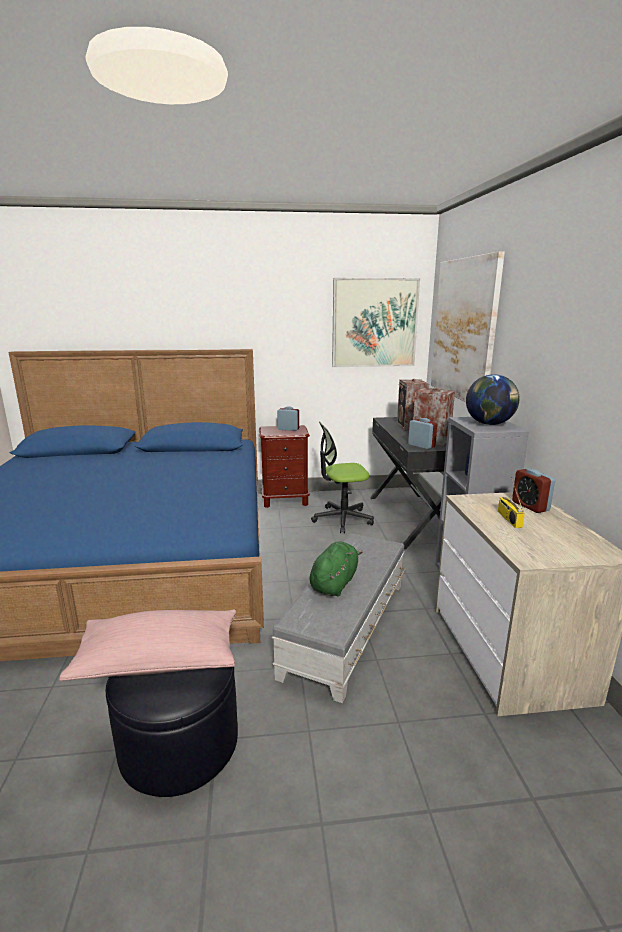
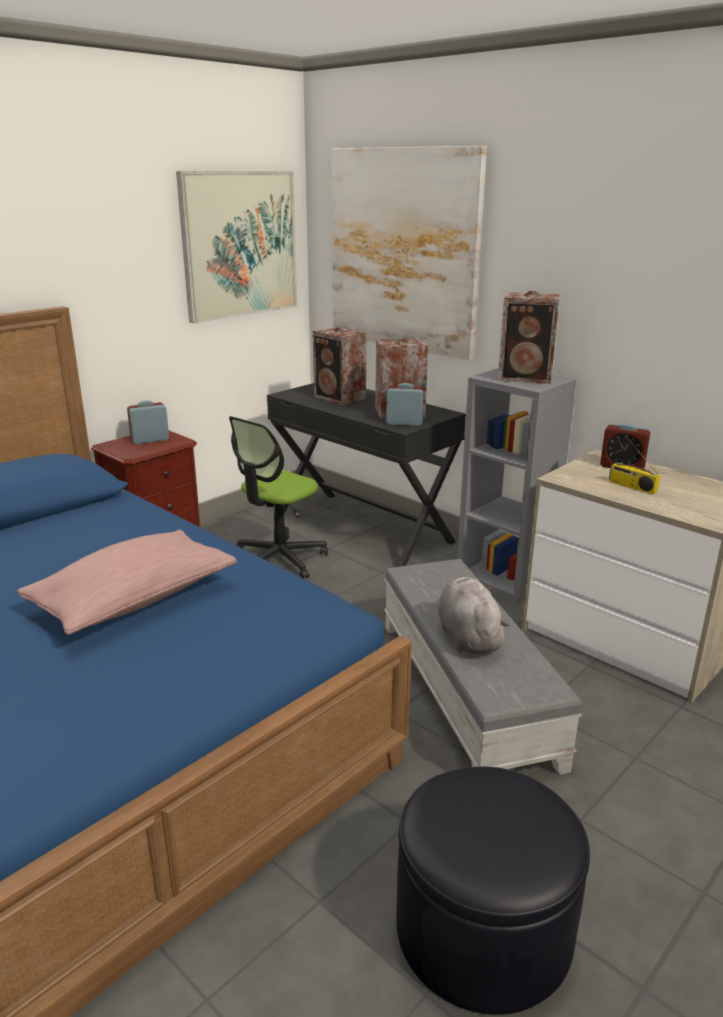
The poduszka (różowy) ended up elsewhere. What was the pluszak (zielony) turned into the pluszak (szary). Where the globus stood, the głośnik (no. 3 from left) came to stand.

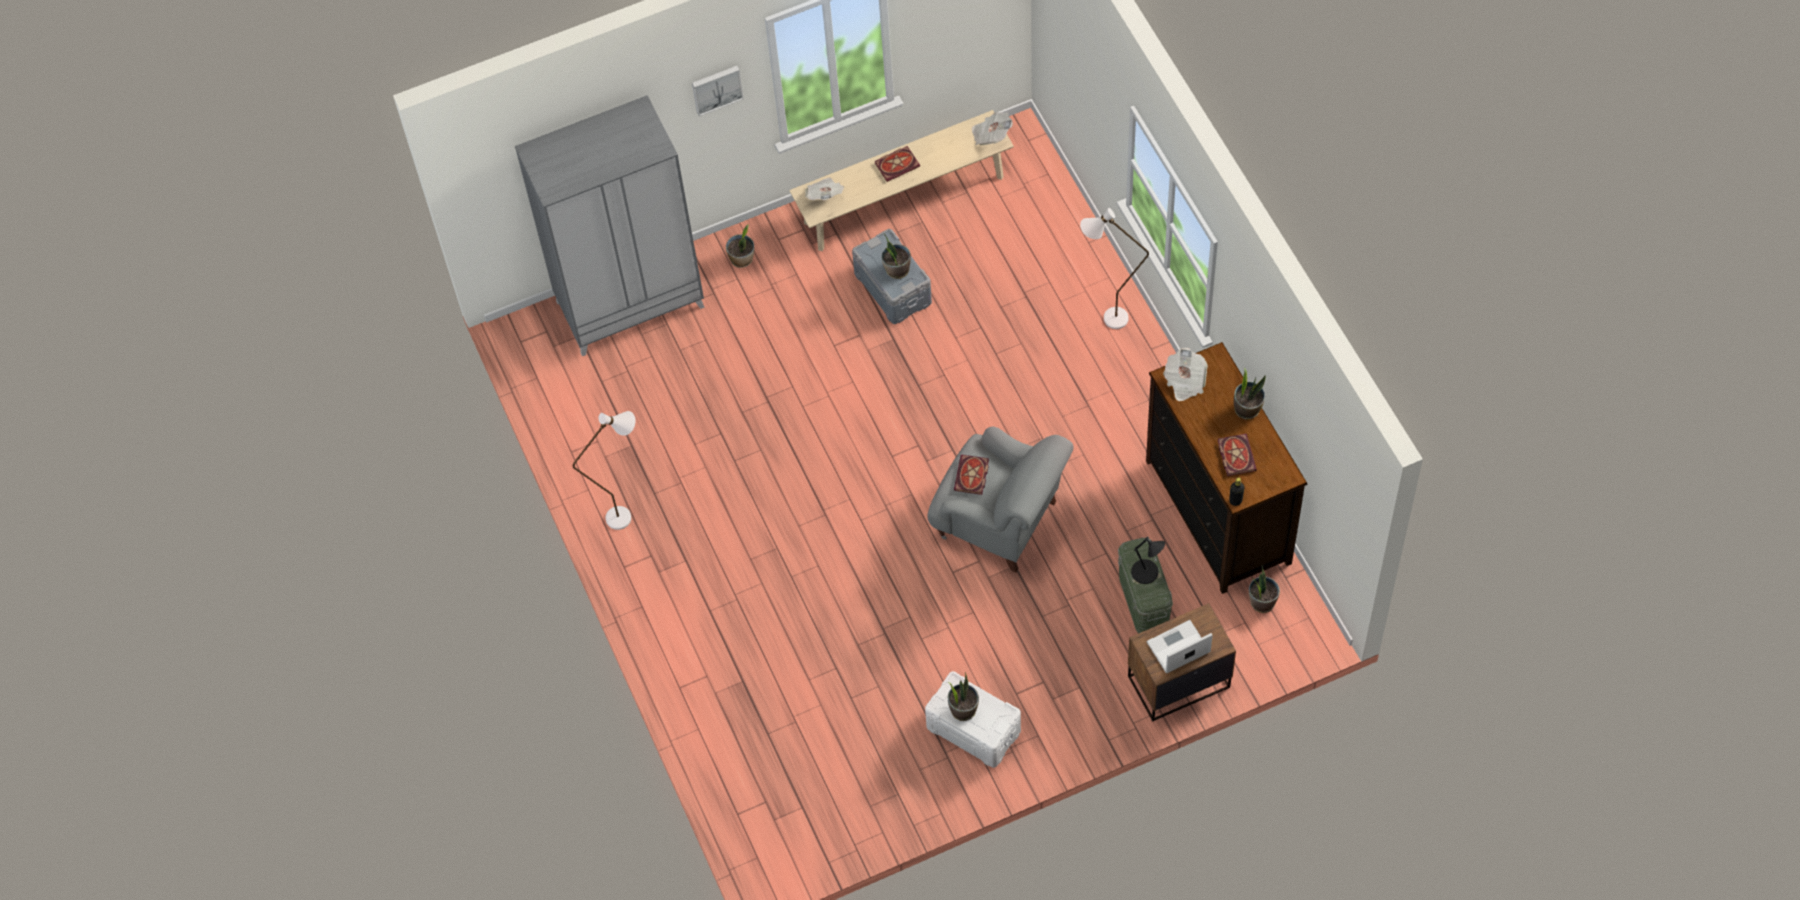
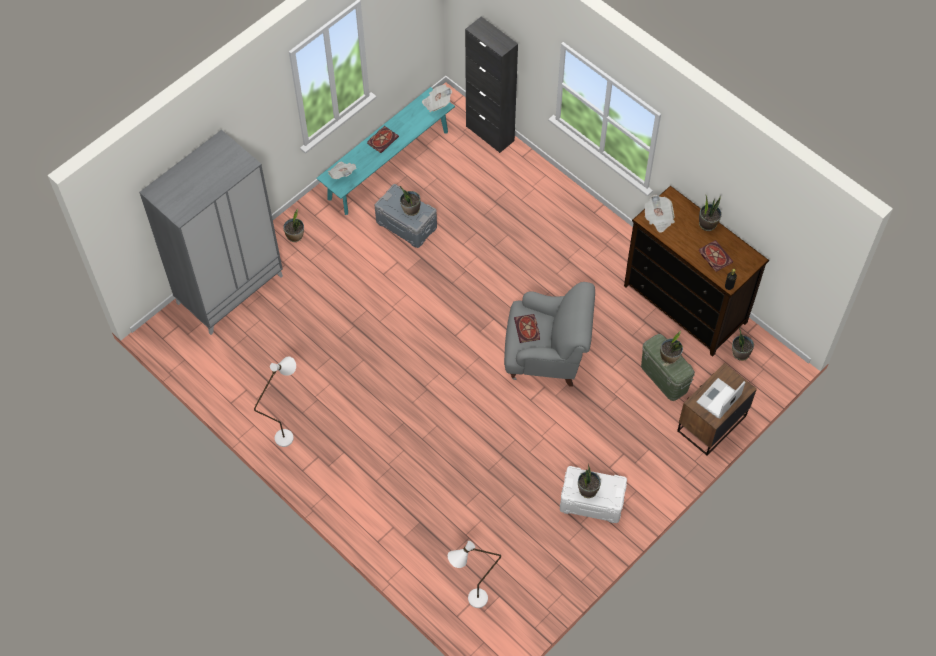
The second view lost the obraz. What was the ławka (beżowy) turned into the ławka (turkusowy). The lampa stojąca (biały) (no. 2 from left) ended up elsewhere. Where the lampa stołowa (czarny) stood, the roślina doniczkowa (no. 4 from left) came to stand. The second view gained the szafka (czarny).

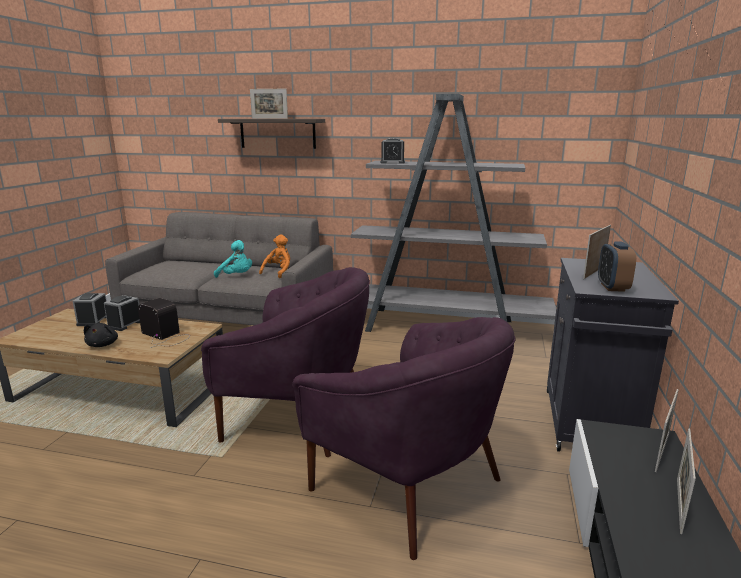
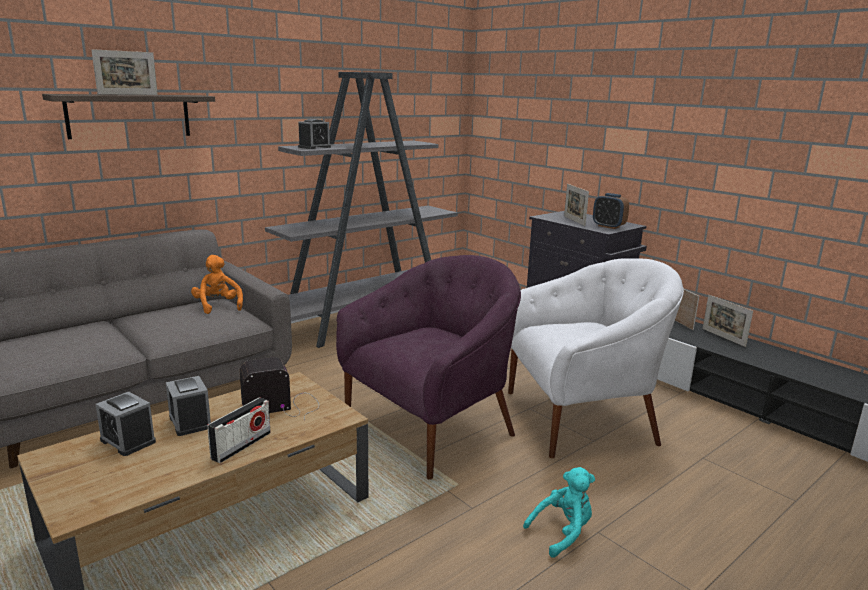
Where the pluszak (czarny) stood, the radio (no. 1 from left) came to stand. The pluszak (turkusowy) ended up elsewhere. What was the fotel (fioletowy) (no. 2 from left) turned into the fotel (biały).

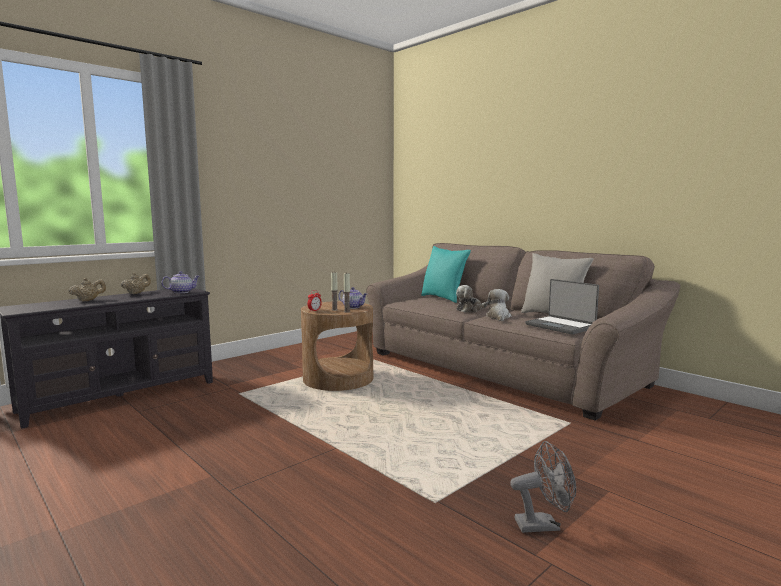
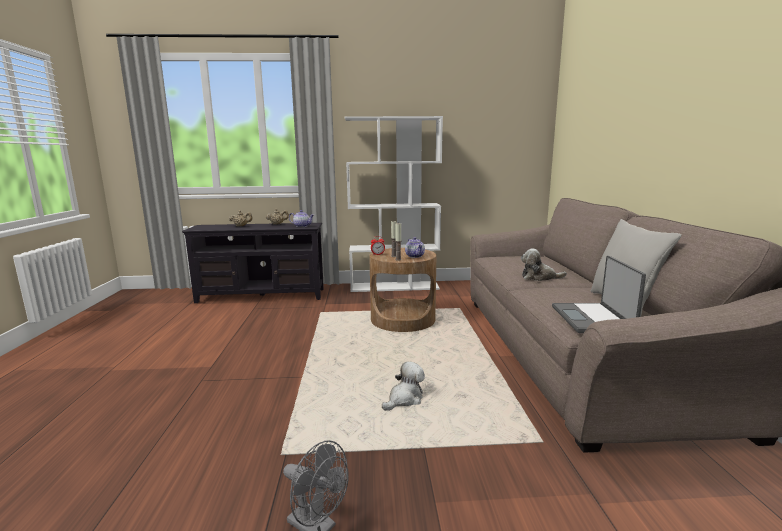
The second view lost the poduszka (turkusowy). The pluszak (no. 2 from left in the first image) ended up elsewhere. The second view gained the regał (biały).

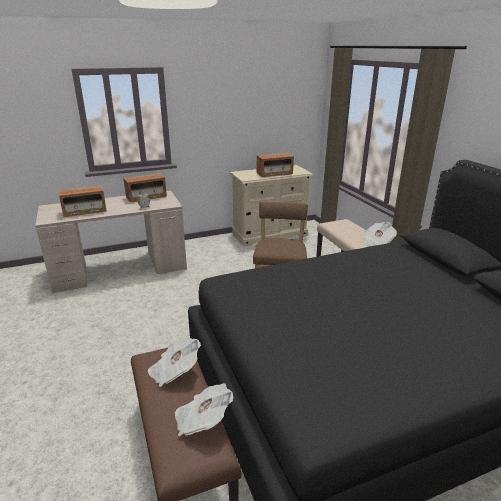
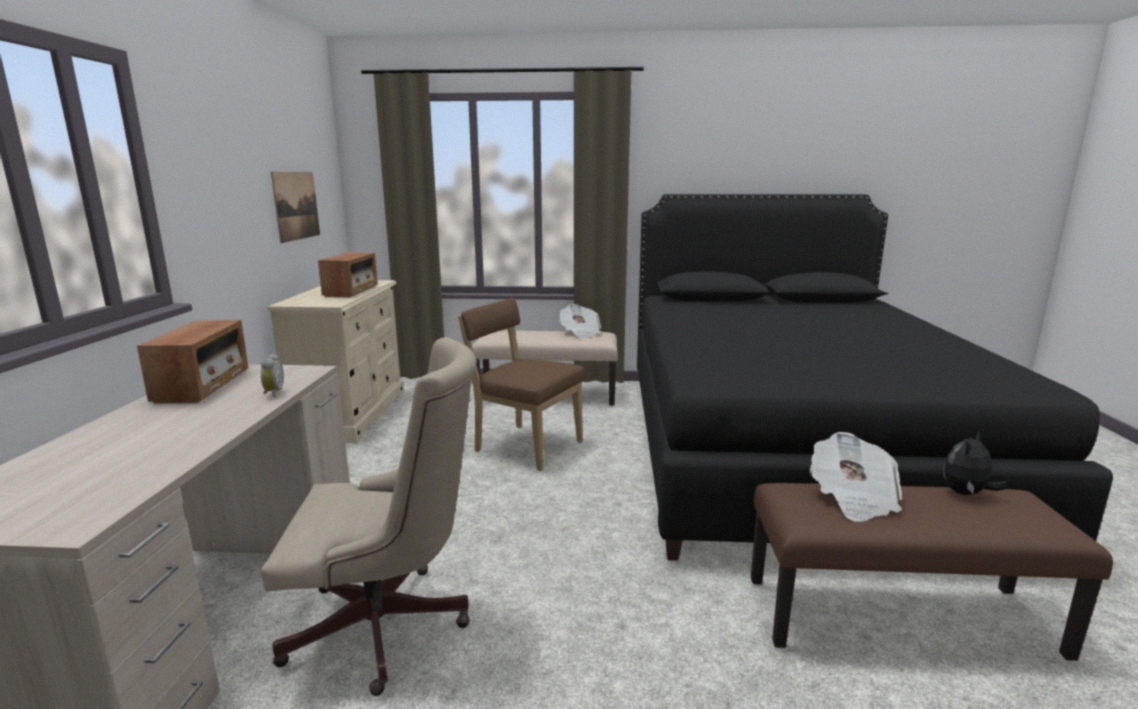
The second view lost the radio (no. 1 from left). Where the gazeta (no. 2 from left) stood, the pluszak came to stand. The second view gained the krzesło biurowe (beżowy). The second view gained the obraz.

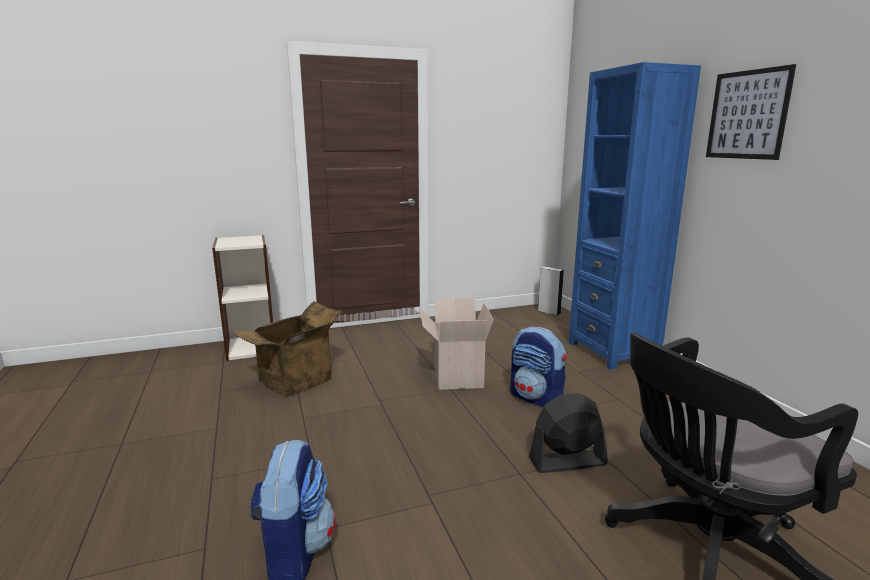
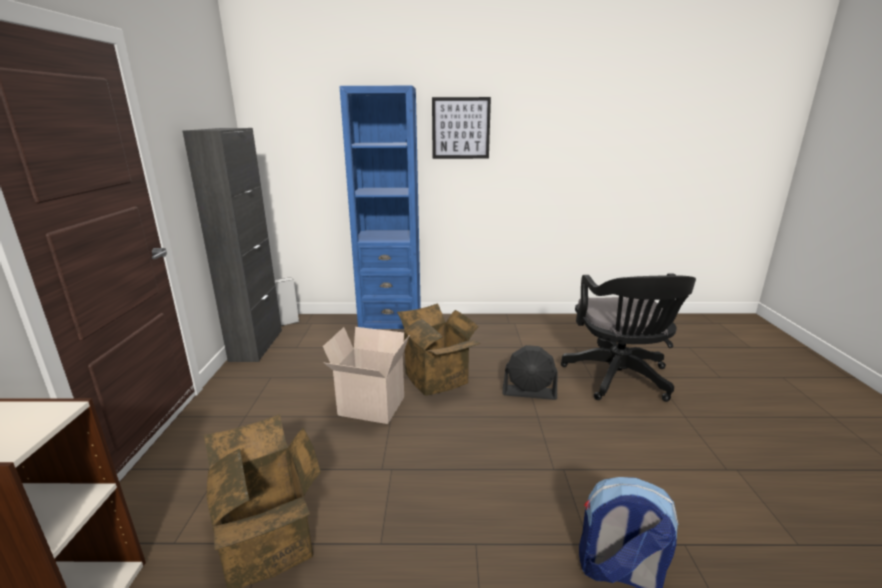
Where the plecak (no. 2 from left) stood, the karton (no. 3 from left) came to stand. The wentylator (czarny) ended up facing another way, 90 degrees counterclockwise from before. The second view gained the szafka (czarny).

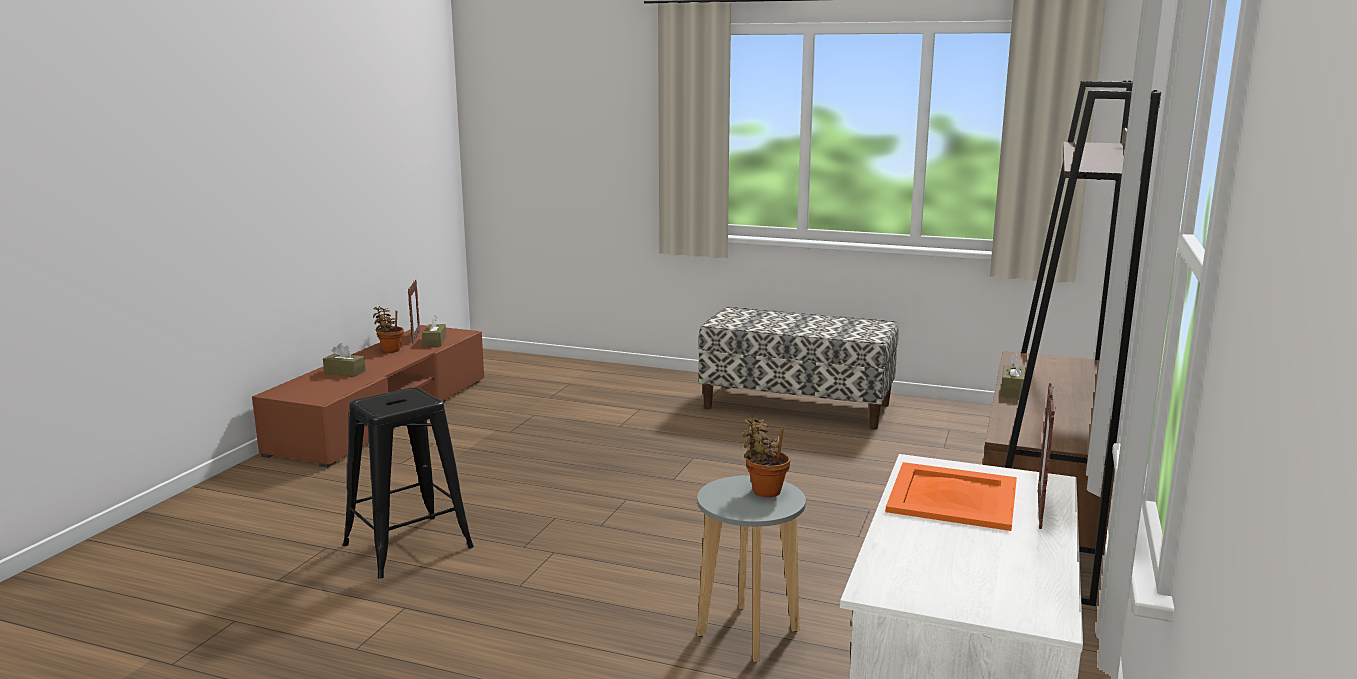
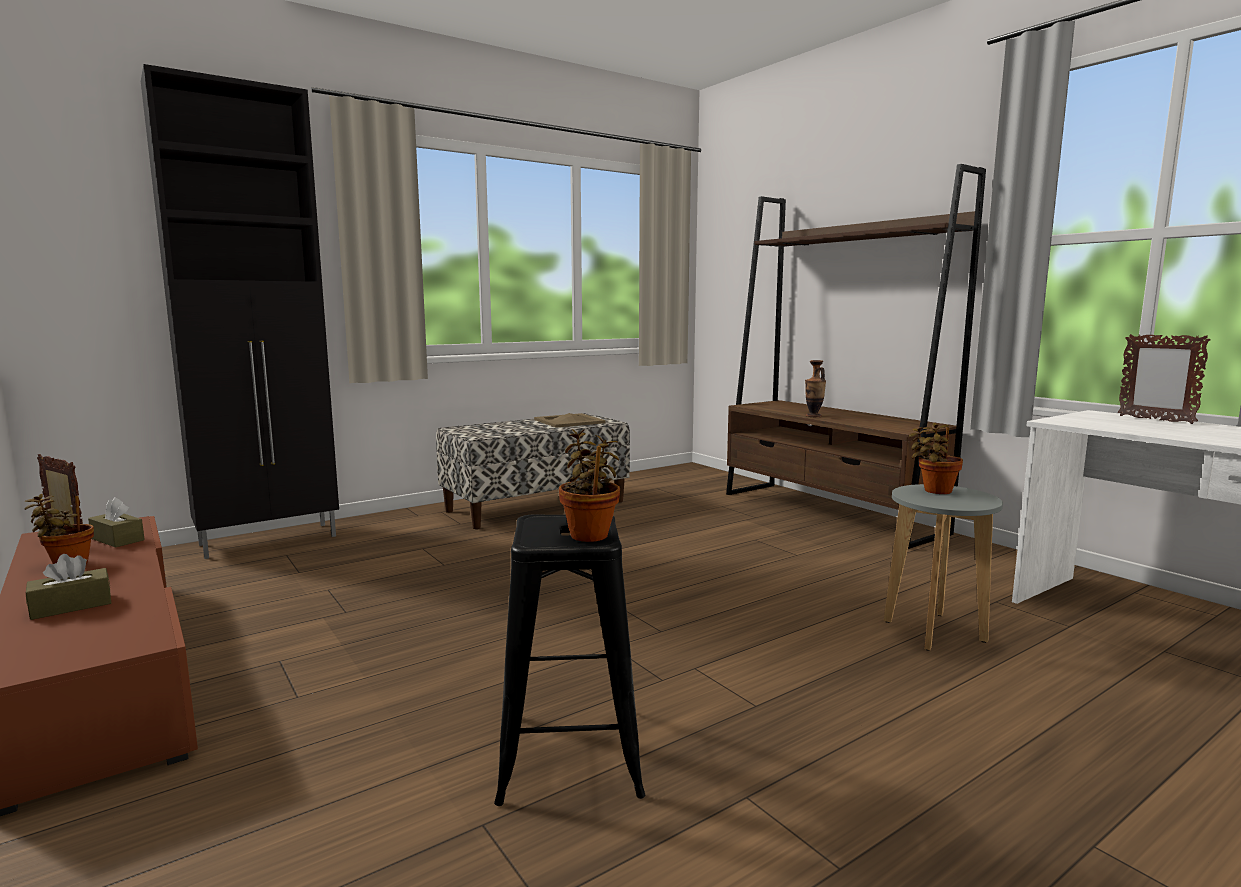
The second view lost the taca (pomarańczowy). Where the pudełko chusteczek (brązowy) (no. 3 from left) stood, the wazon came to stand. The second view gained the szafka (czarny). The second view gained the taca (beżowy). The second view gained the roślina doniczkowa (no. 2 from left).

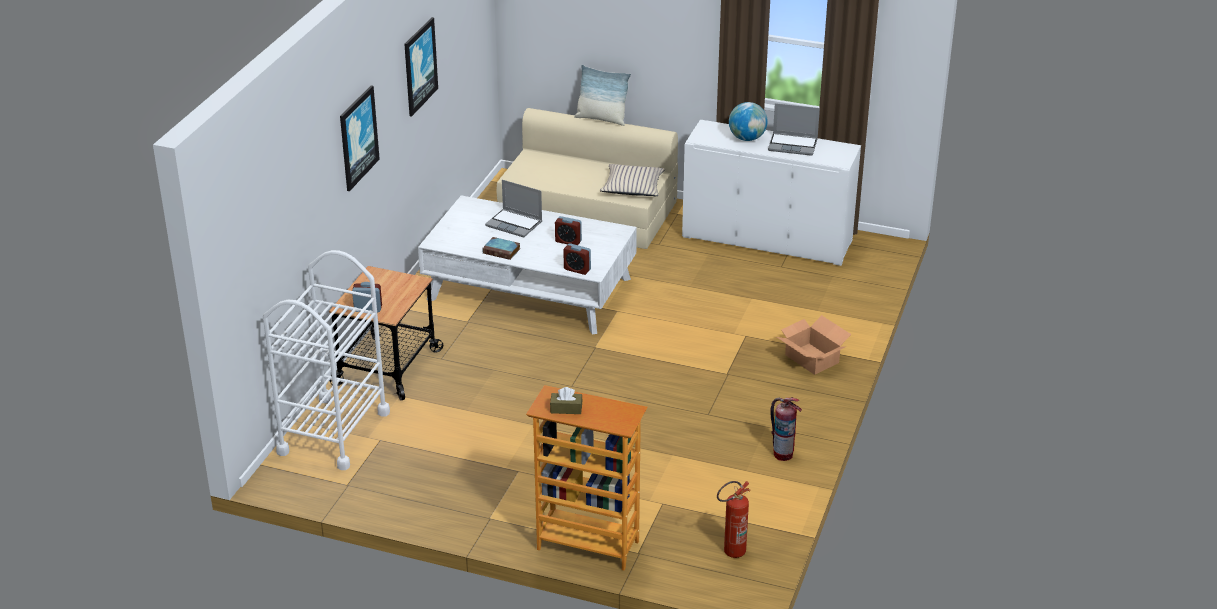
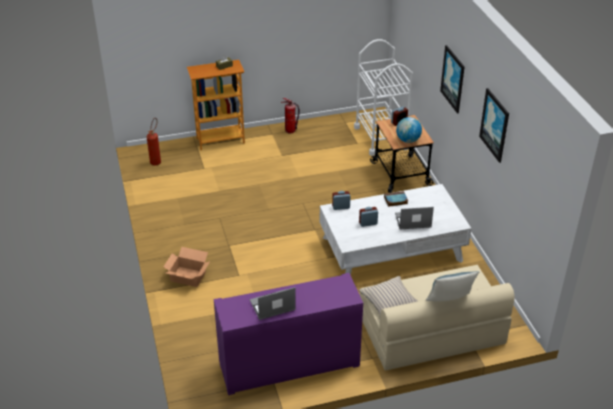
What was the szafka (biały) turned into the szafka (fioletowy). The globus ended up elsewhere. The gaśnica (no. 2 from left) ended up elsewhere.

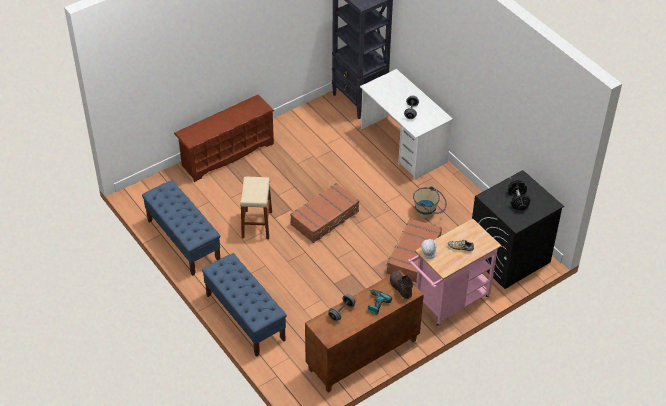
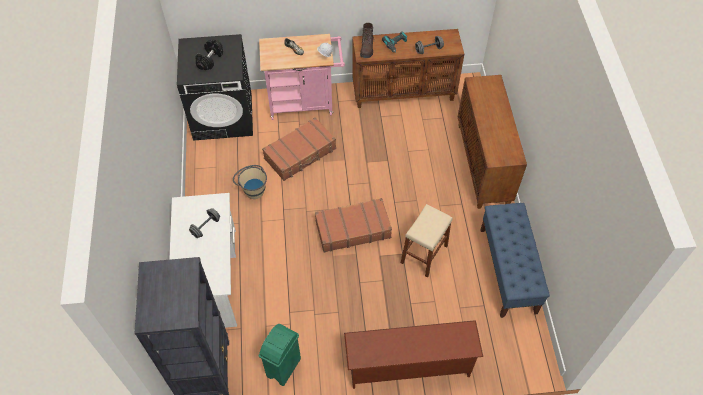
Where the ławka (niebieski) (no. 2 from left) stood, the szafka (brązowy) (no. 2 from left) came to stand. The second view gained the kosz na śmieci (zielony).

